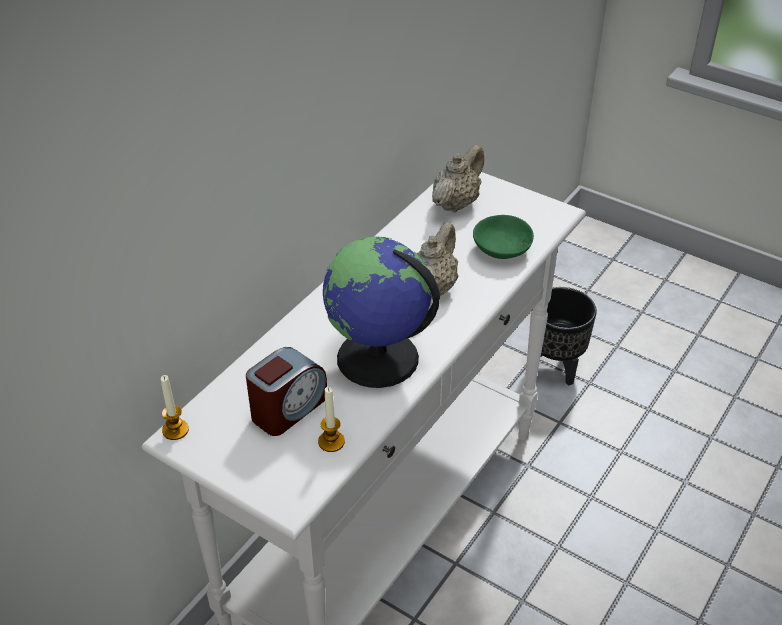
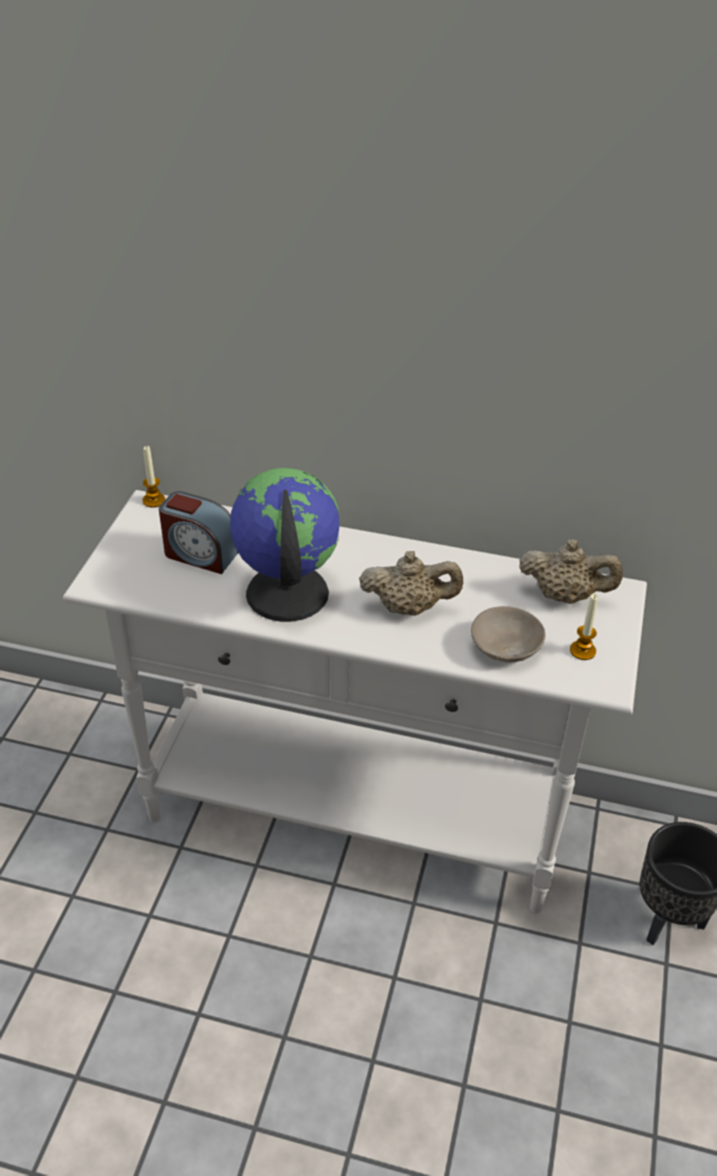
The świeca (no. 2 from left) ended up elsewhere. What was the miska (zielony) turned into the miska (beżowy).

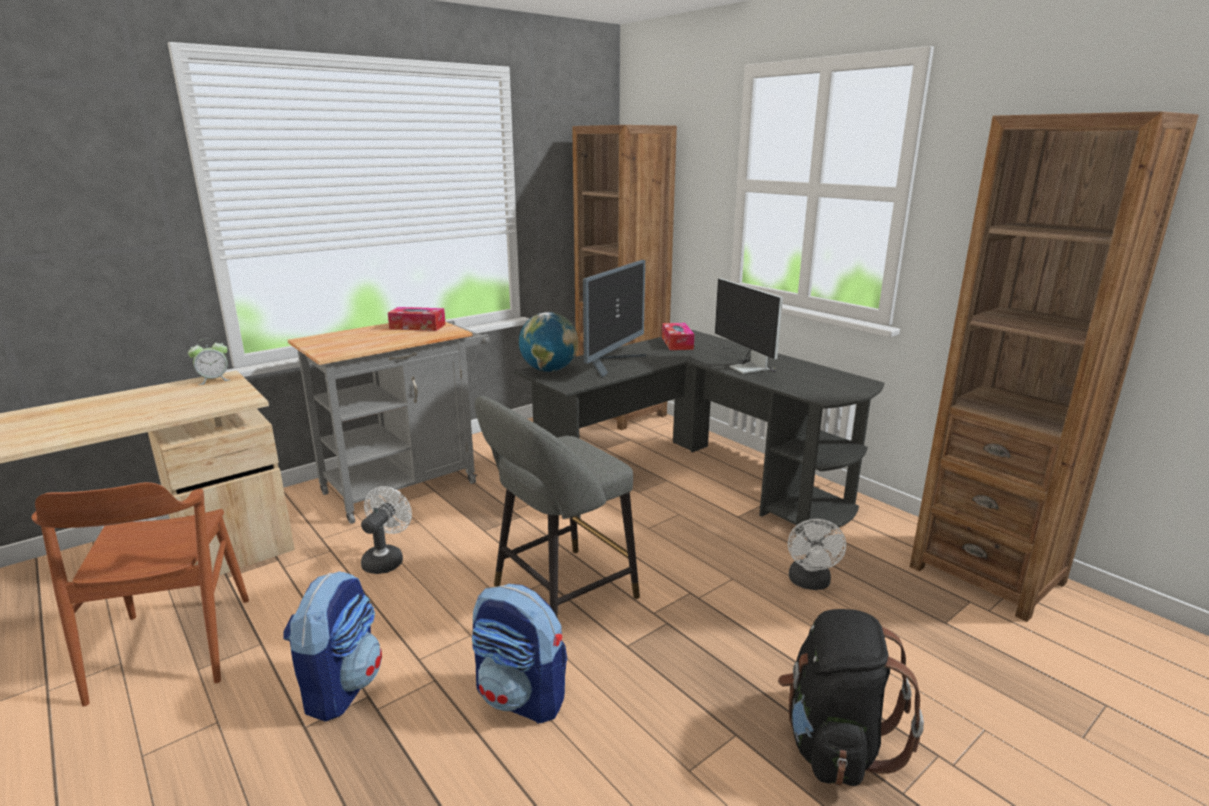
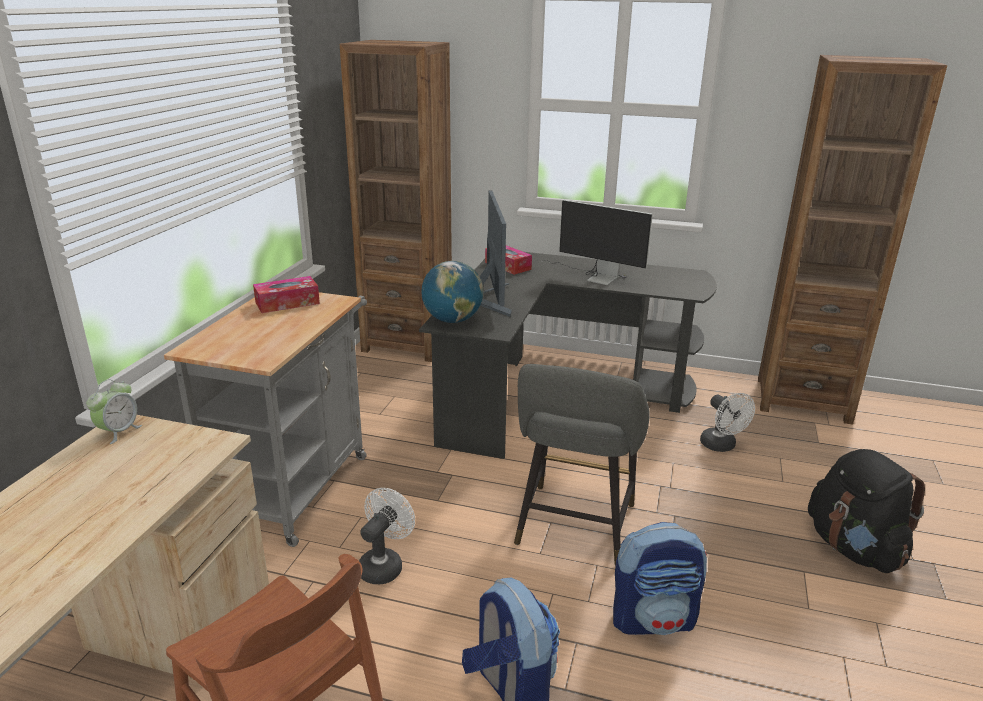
The wentylator (biały) (no. 1 from left) ended up facing another way, 45 degrees clockwise from before.

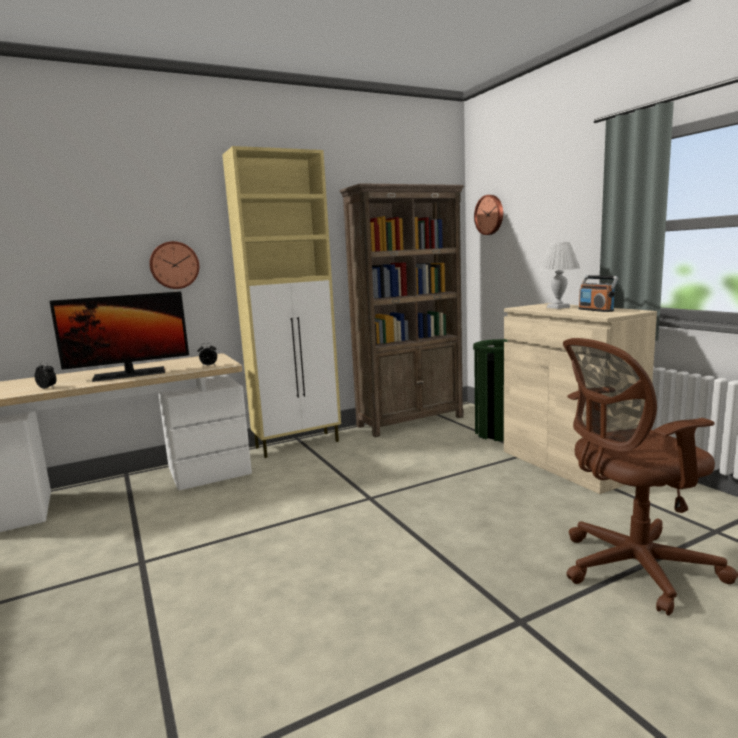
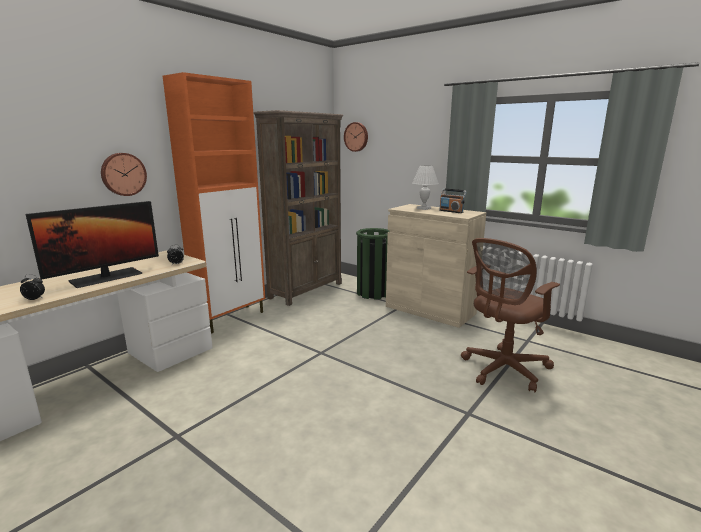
What was the szafka (beżowy) (no. 1 from left) turned into the szafka (pomarańczowy).

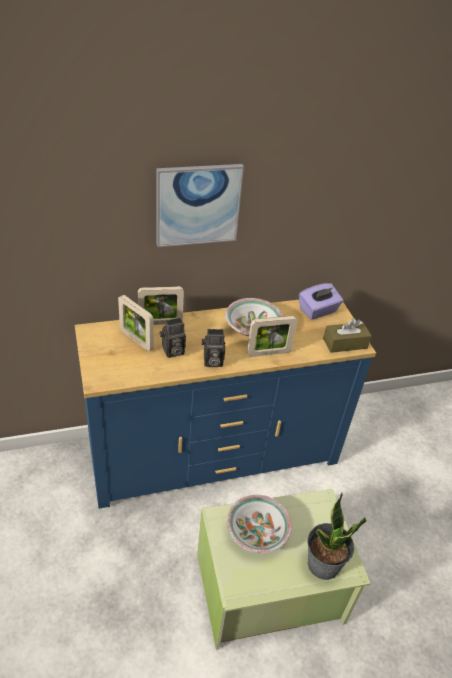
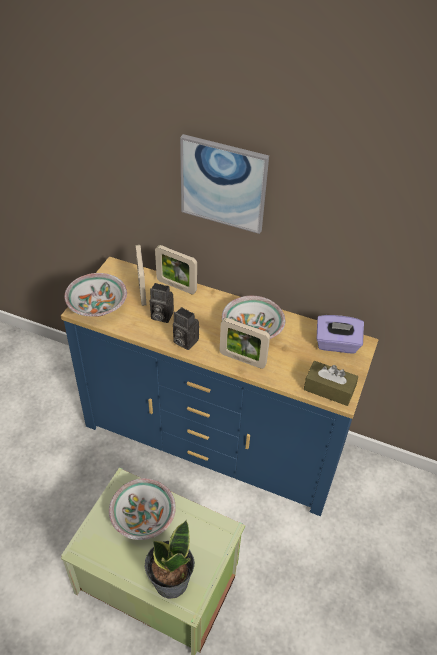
The second view gained the miska (no. 1 from left).

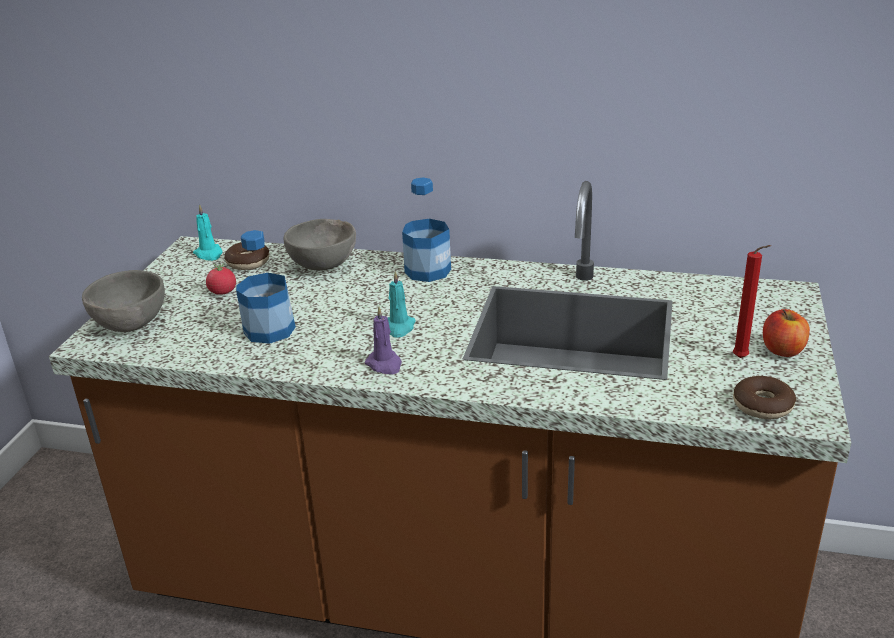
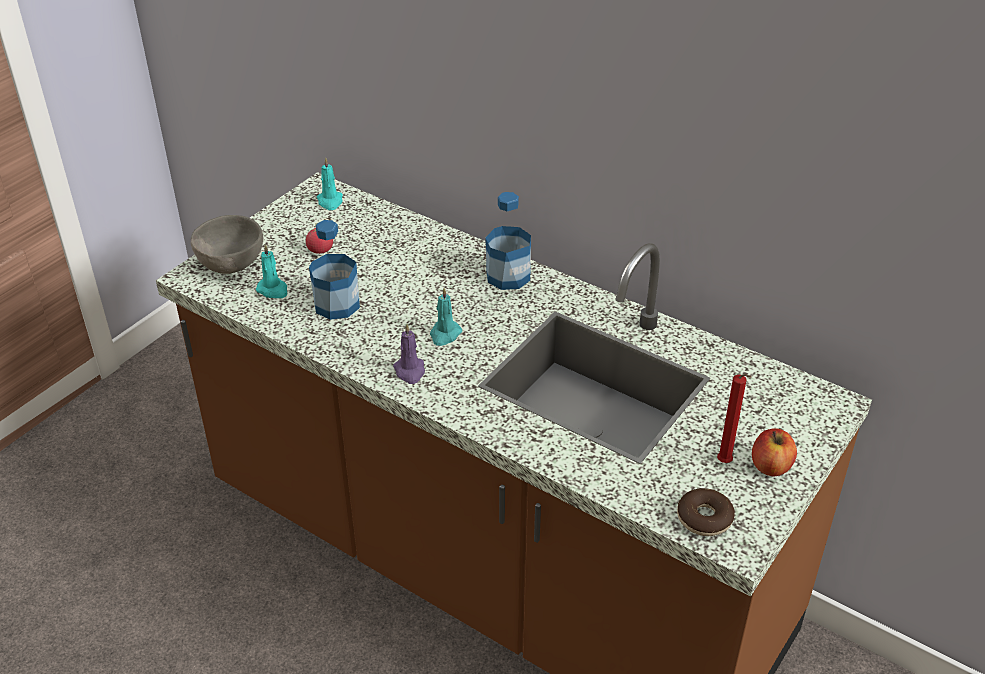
The second view lost the donut (no. 1 from left). The second view lost the miska (szary) (no. 2 from left). The second view gained the świeca (turkusowy) (no. 1 from left).

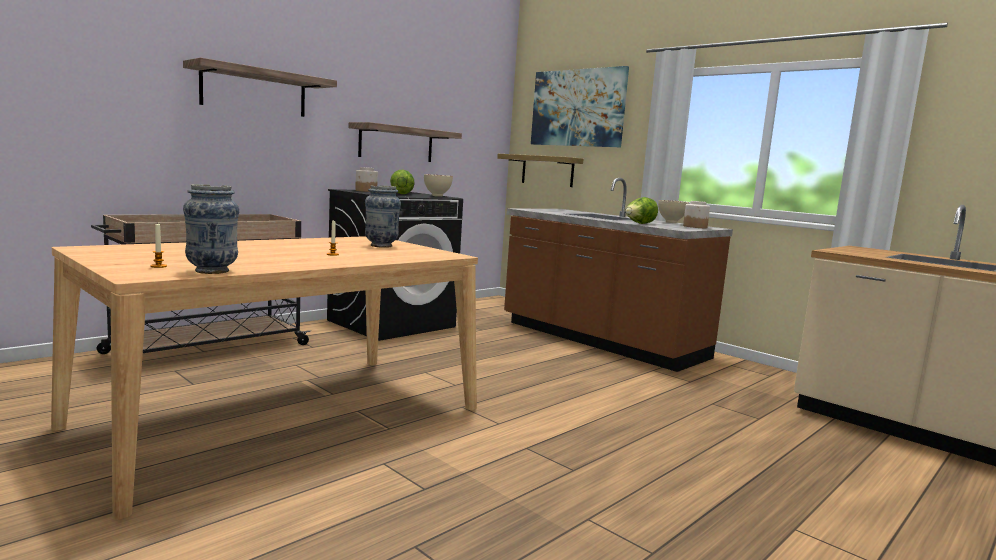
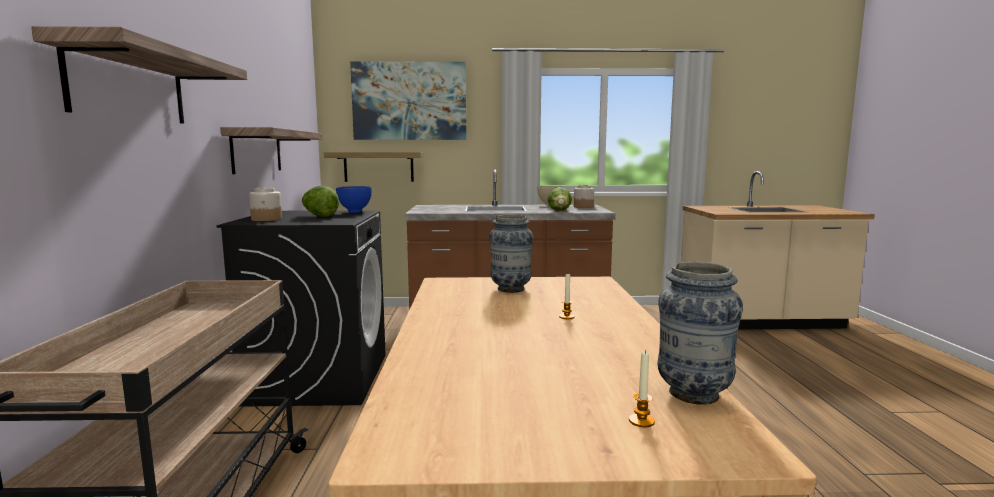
What was the miska (beżowy) (no. 1 from left) turned into the miska (niebieski).

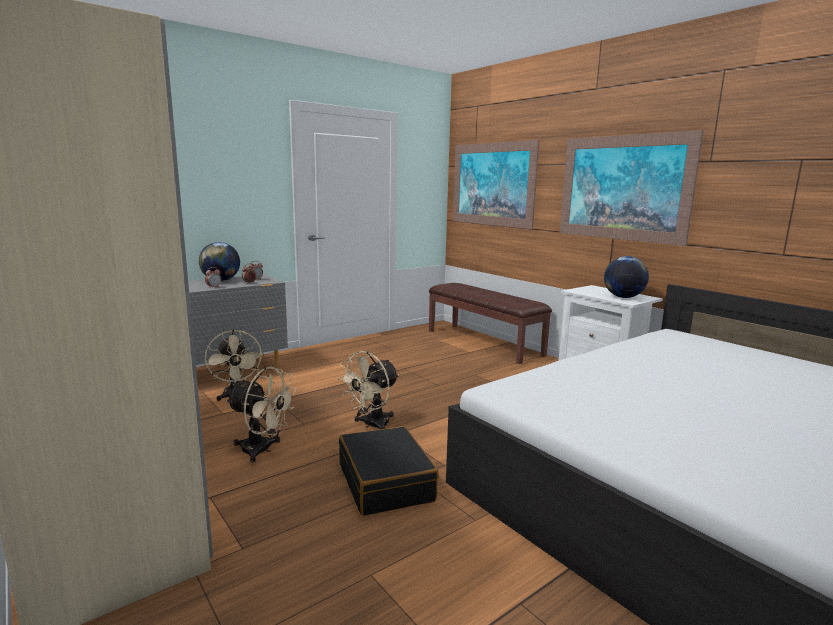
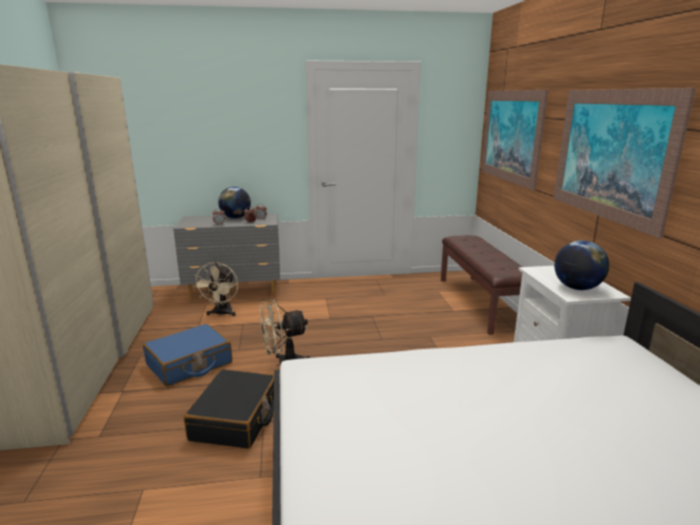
Where the wentylator (beżowy) (no. 2 from left) stood, the walizka (niebieski) came to stand.

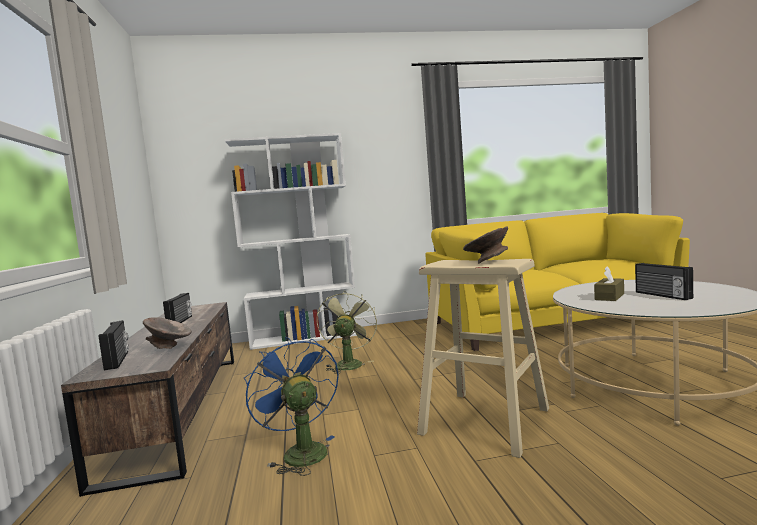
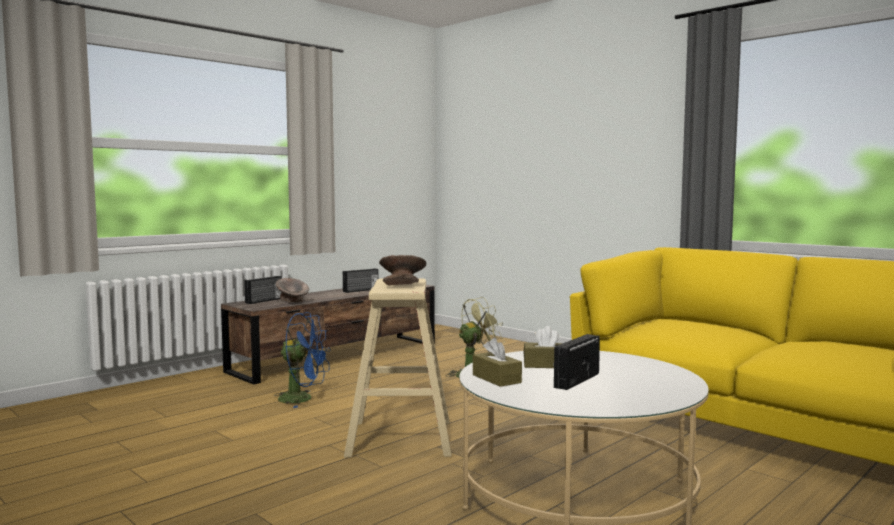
The second view lost the regał (biały). The wentylator (niebieski) ended up facing another way, 75 degrees clockwise from before. The second view gained the pudełko chusteczek (brązowy) (no. 1 from left).

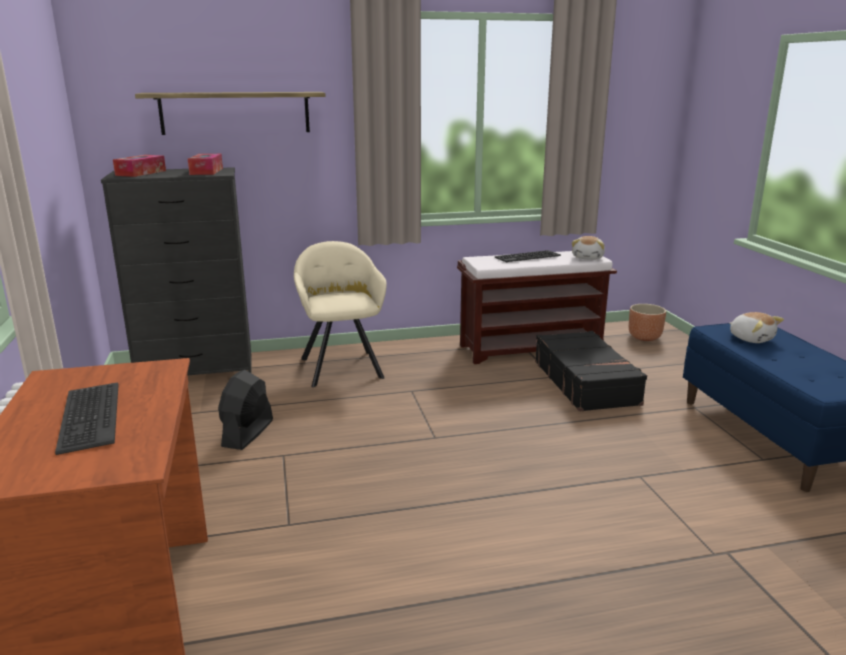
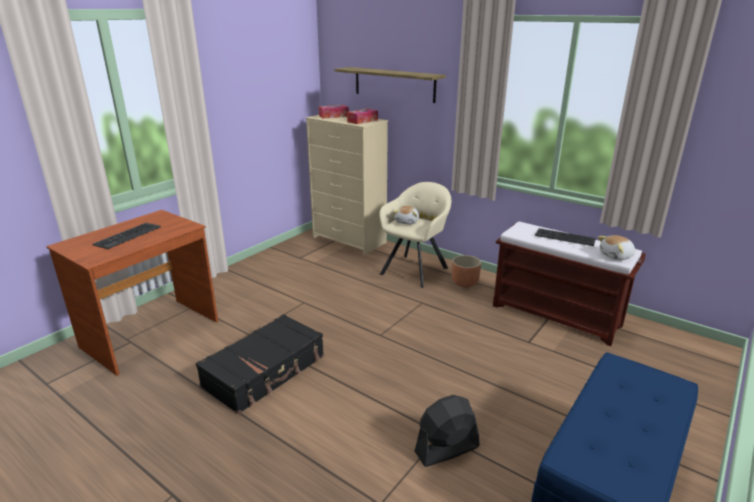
What was the komoda (czarny) turned into the komoda (beżowy). The wentylator (czarny) ended up elsewhere. The walizka (czarny) ended up elsewhere. The donica (brązowy) ended up elsewhere. The pluszak (no. 2 from left in the first image) ended up elsewhere.

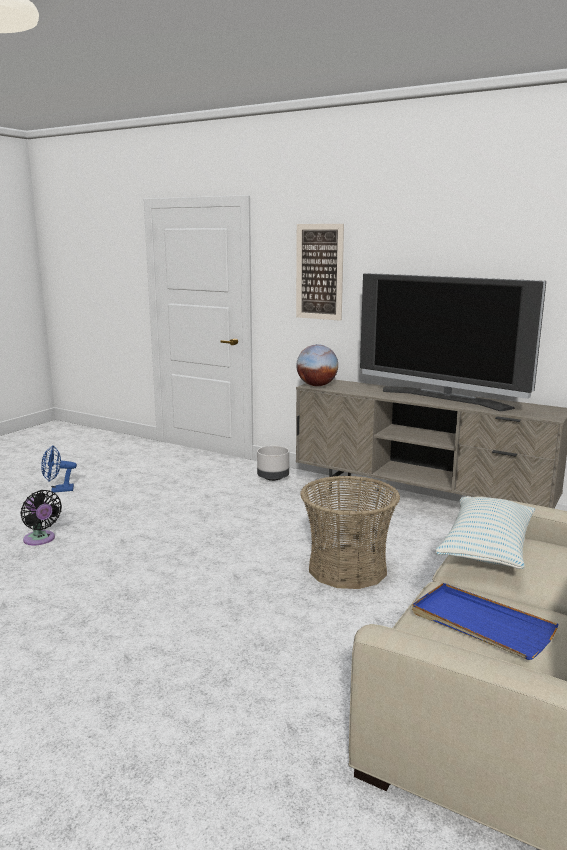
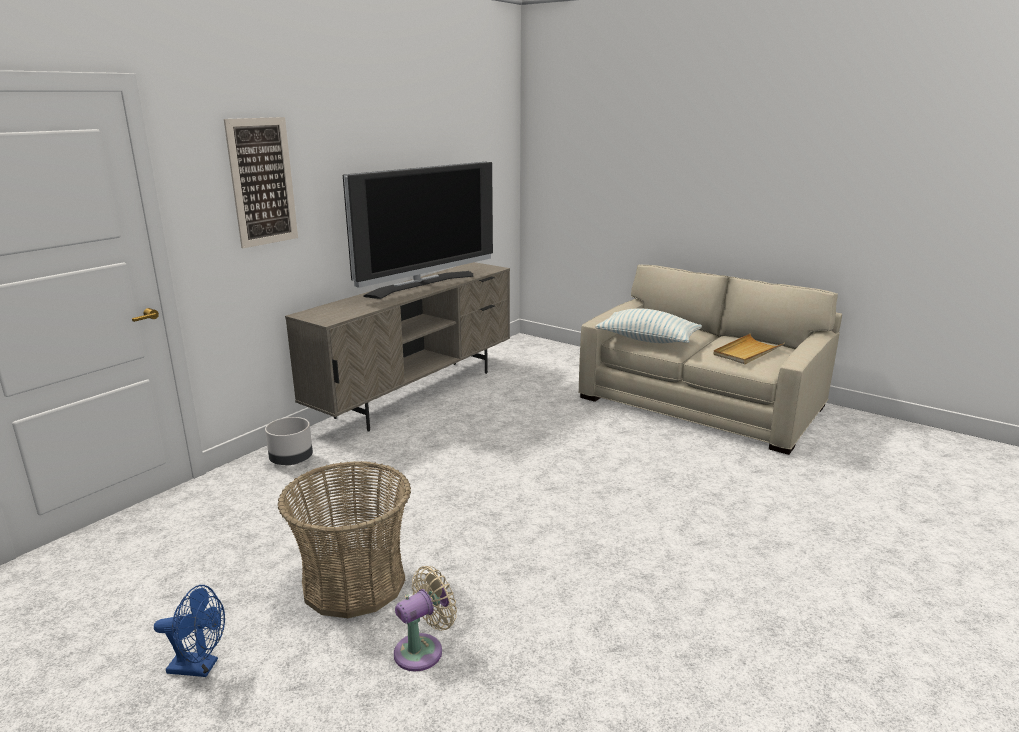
What was the wentylator (czarny) turned into the wentylator (beżowy). The wentylator (niebieski) ended up facing another way, 75 degrees counterclockwise from before. The second view lost the globus. The koszyk ended up elsewhere. What was the taca (niebieski) turned into the taca (beżowy).

